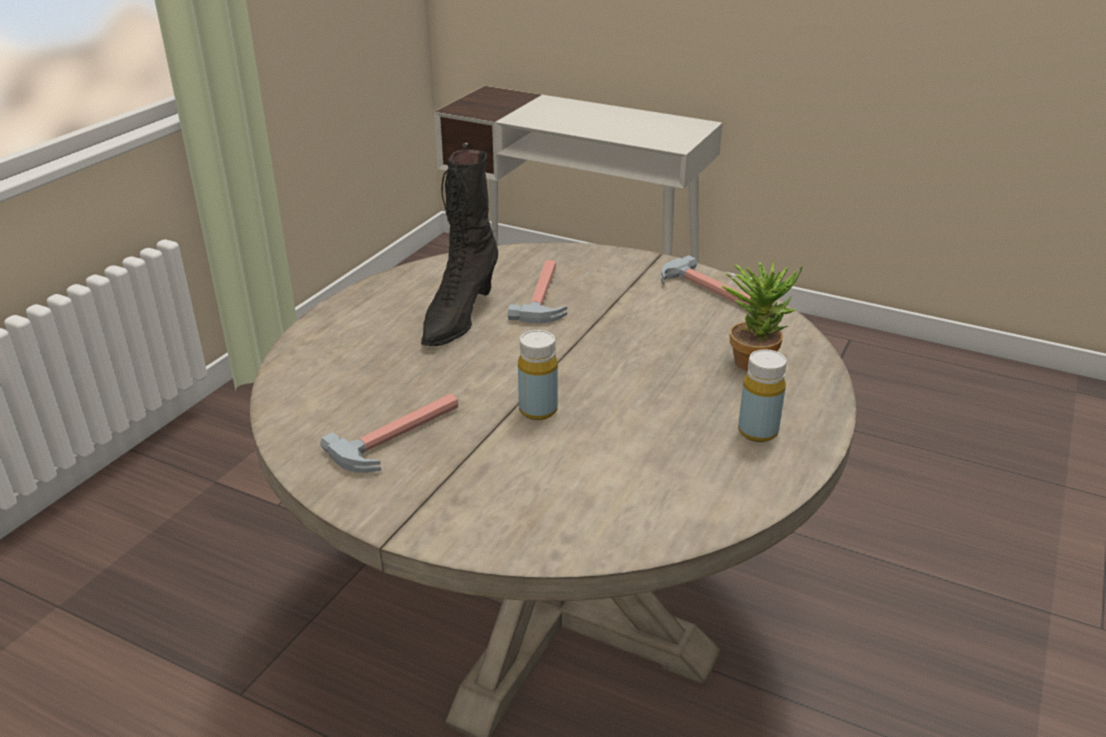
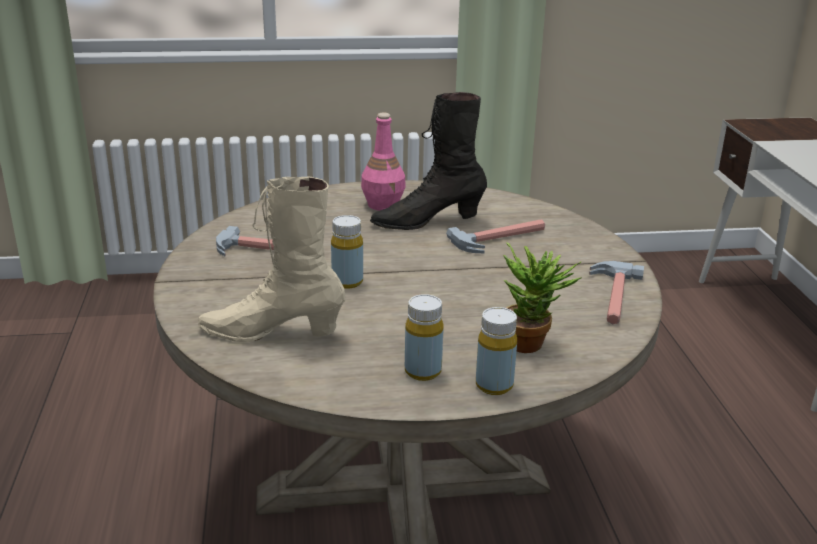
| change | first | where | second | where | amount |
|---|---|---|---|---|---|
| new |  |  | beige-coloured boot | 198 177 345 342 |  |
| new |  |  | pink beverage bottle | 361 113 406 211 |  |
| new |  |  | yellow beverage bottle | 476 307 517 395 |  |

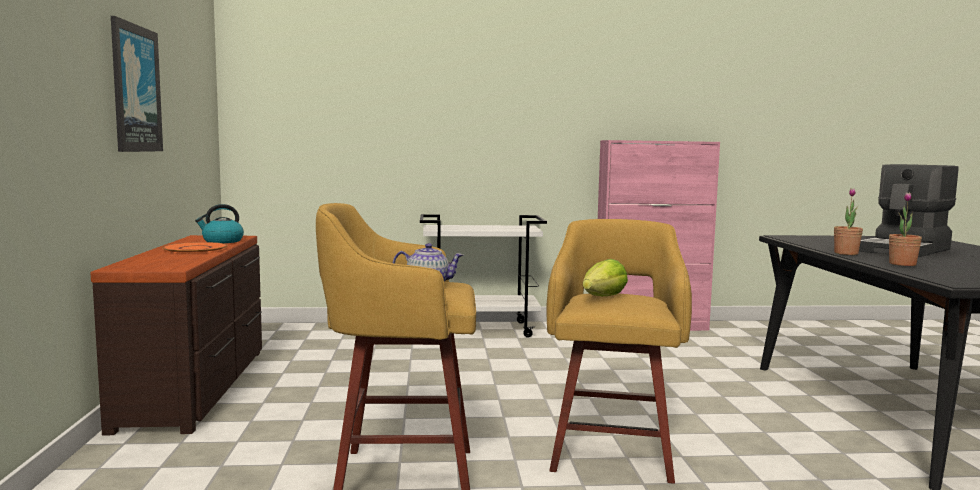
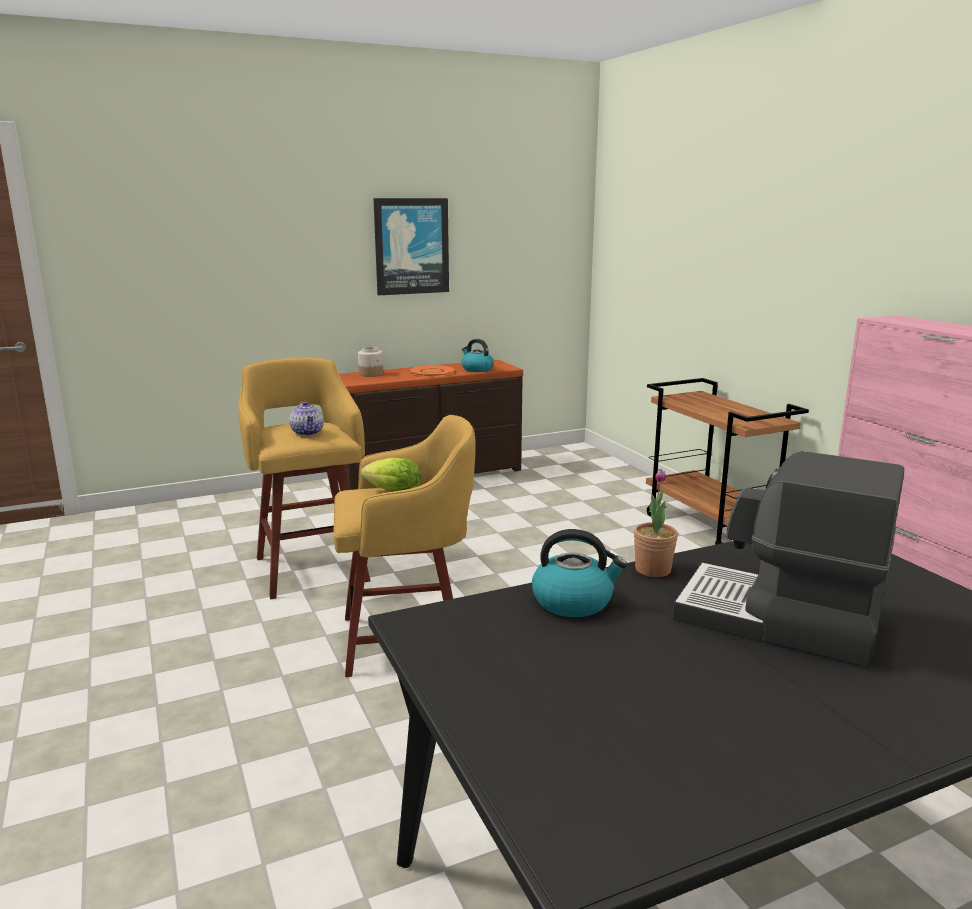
| change | first | where | second | where | amount |
|---|---|---|---|---|---|
| new |  |  | preserve jar | 358 347 383 377 |  |
| swapped | plant in a pot | 889 192 922 266 | tea kettle | 532 529 628 617 |  |
| repainted | white wheeled cart | 420 214 547 338 | brown-coloured wheeled cart | 646 378 809 545 |  |

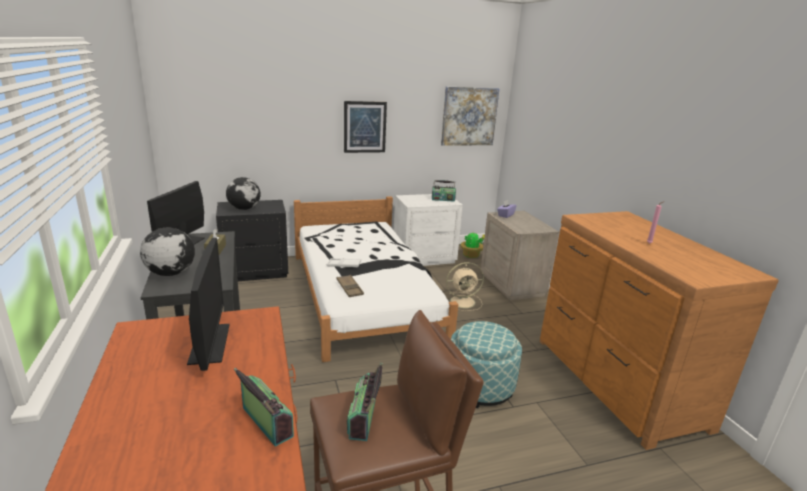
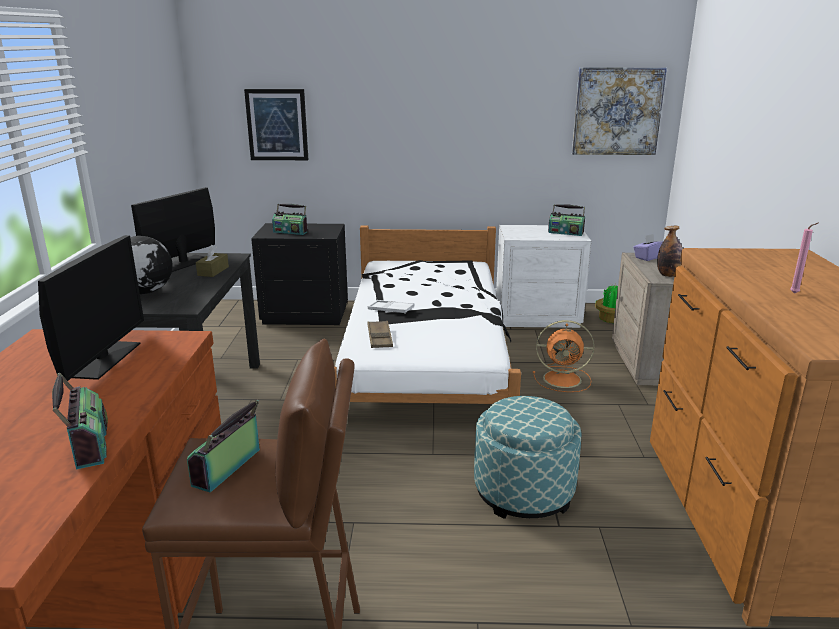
| change | first | where | second | where | amount |
|---|---|---|---|---|---|
| shifted | wall picture | 344 101 387 153 |  | 244 89 308 160 |  |
| swapped | world globe | 226 177 261 210 | radio set | 272 204 307 235 |  |
| repainted | beige-coloured electric fan | 446 262 484 311 | orange electric fan | 533 320 594 392 |  |
| new |  |  | beverage bottle | 657 226 683 277 |  |

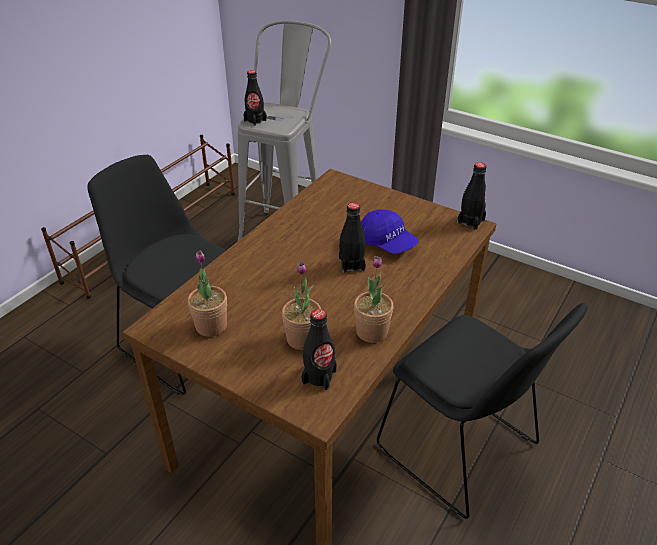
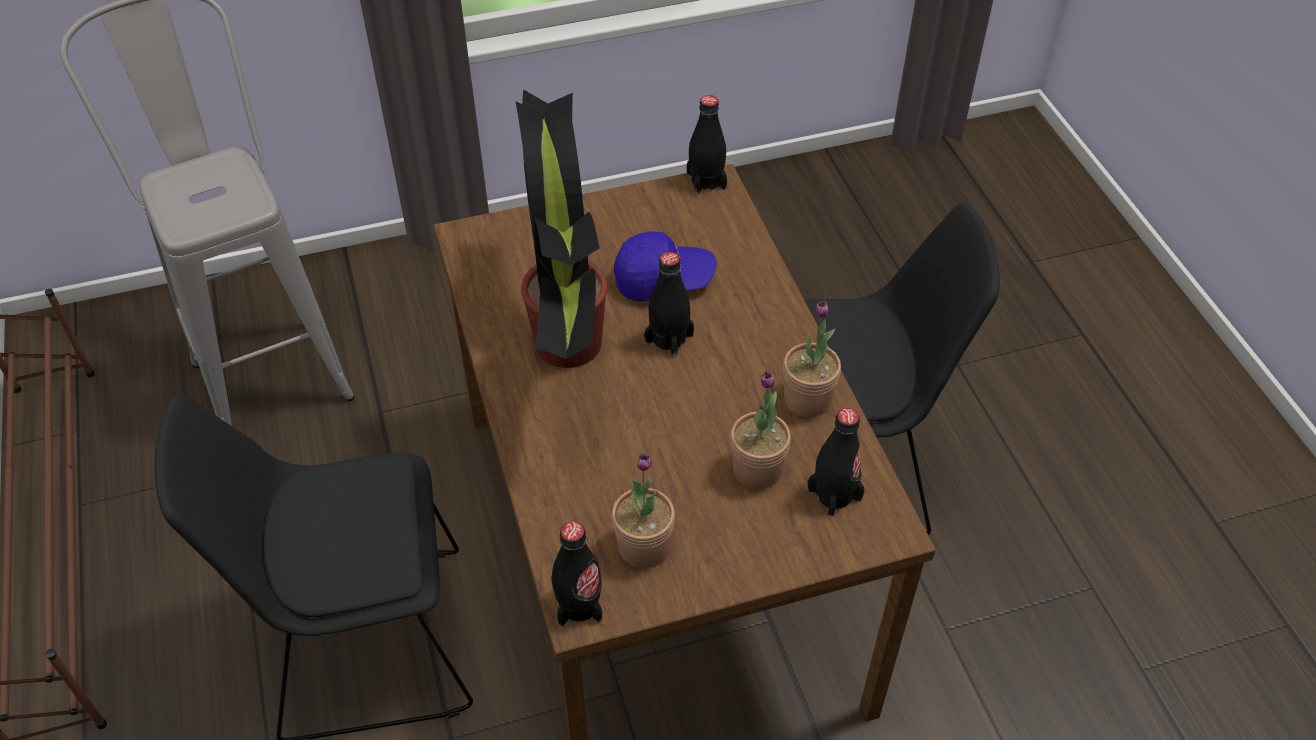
| change | first | where | second | where | amount |
|---|---|---|---|---|---|
| new |  |  | plant in a pot | 515 89 607 368 |  |
| shifted | black beverage bottle | 243 70 267 126 |  | 552 522 602 626 |  |

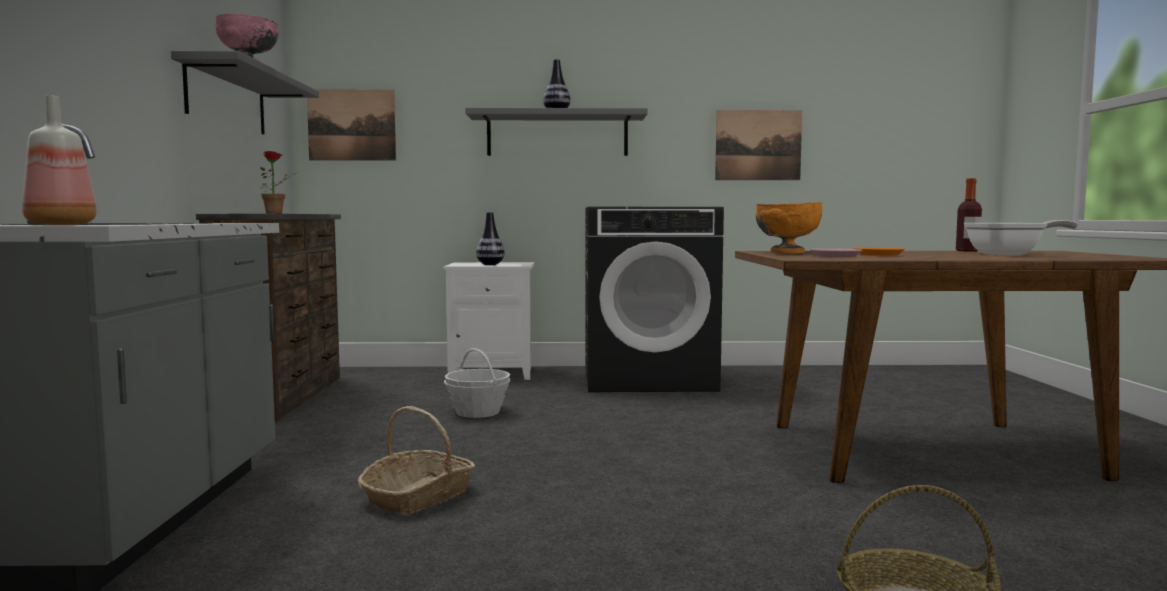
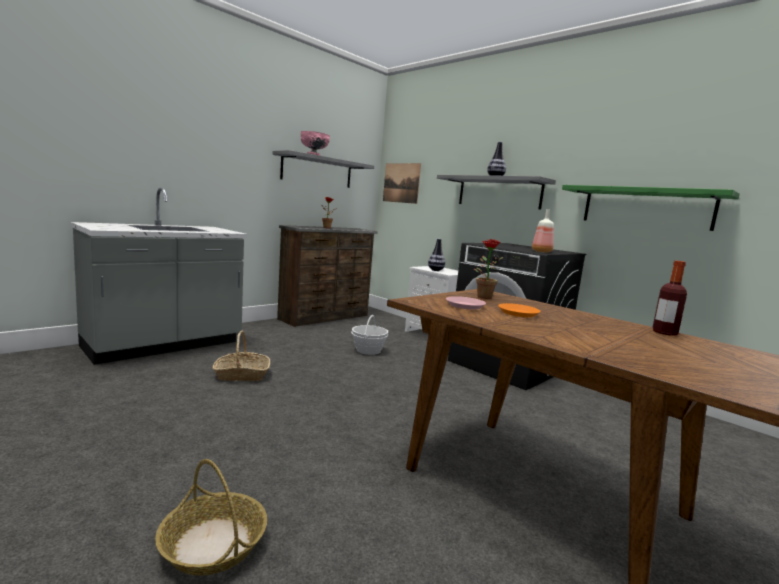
| change | first | where | second | where | amount |
|---|---|---|---|---|---|
| swapped | orange deep dish | 756 202 822 253 | plant in a pot | 474 239 503 299 |  |
| shifted | beverage bottle | 22 95 97 225 |  | 532 209 554 253 |  |
| swapped | wall picture | 715 110 802 180 | green wall shelf | 562 185 740 231 |  |
| gone | skillet | 964 220 1078 255 |  |  |  |

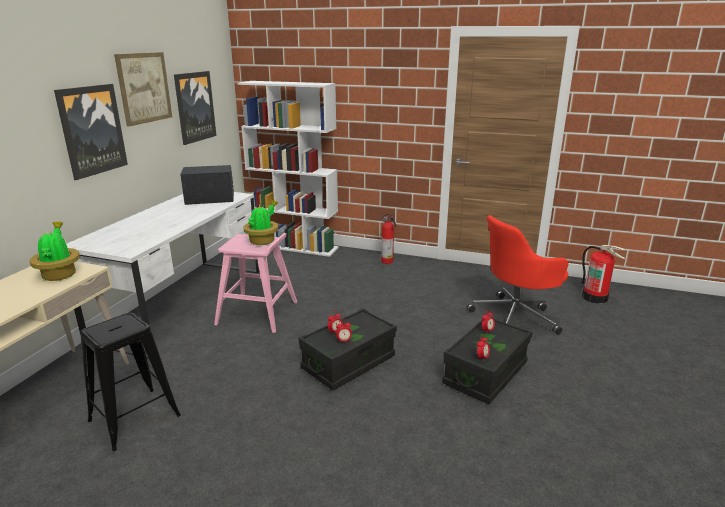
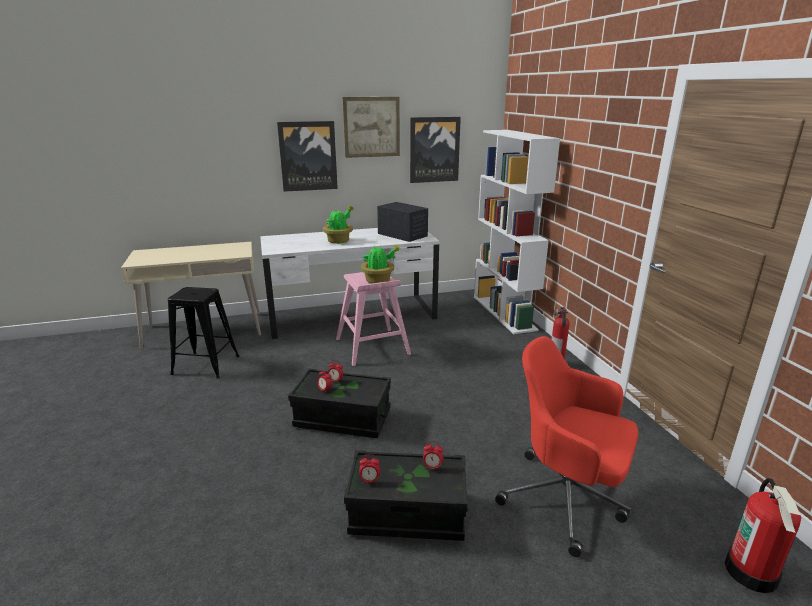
| change | first | where | second | where | amount |
|---|---|---|---|---|---|
| shifted | plant in a pot | 29 222 80 281 |  | 323 205 354 244 |  |

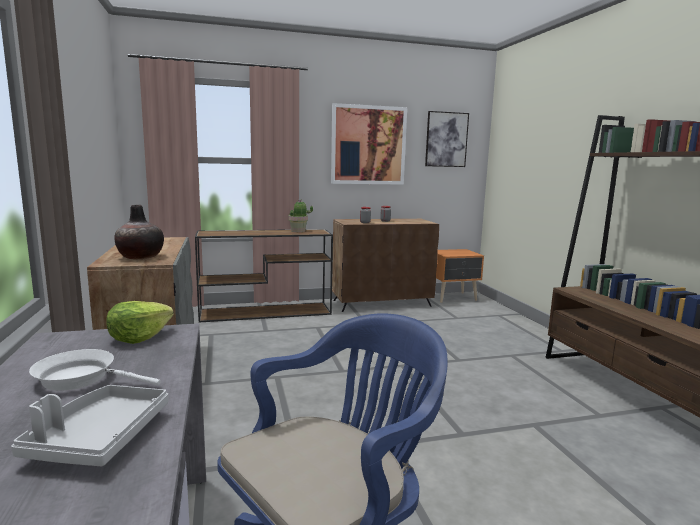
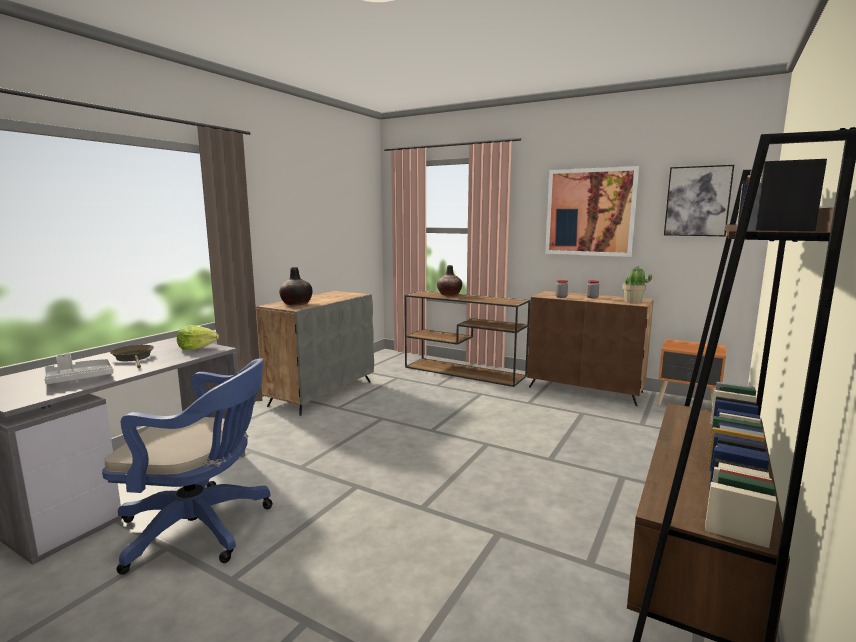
| change | first | where | second | where | amount |
|---|---|---|---|---|---|
| repainted | white skillet | 29 349 161 391 | brown-coloured skillet | 110 345 154 368 |  |
| new |  |  | flower vase | 437 265 462 296 |  |
| shifted | plant in a pot | 289 199 313 232 |  | 623 267 652 303 |  |

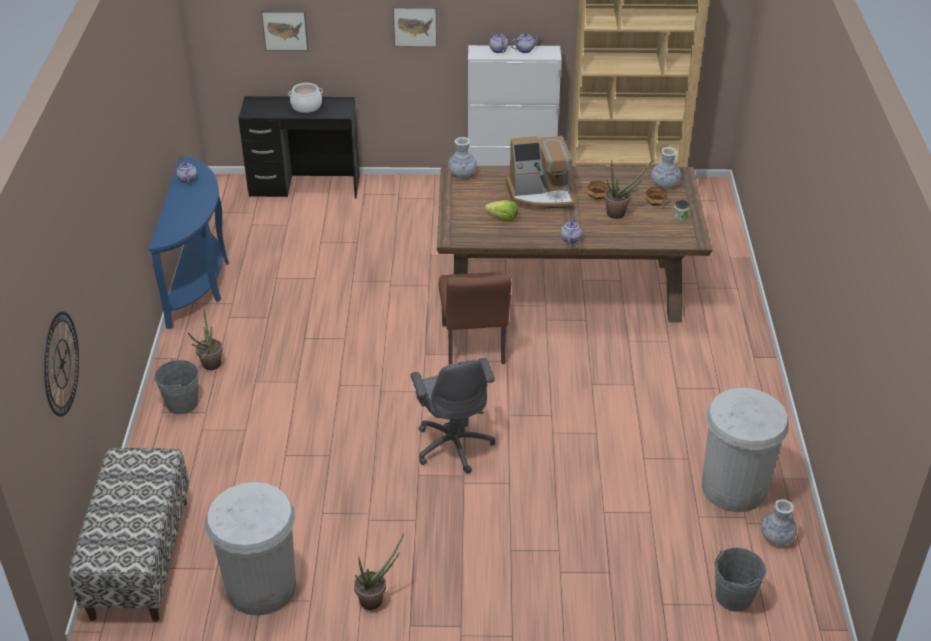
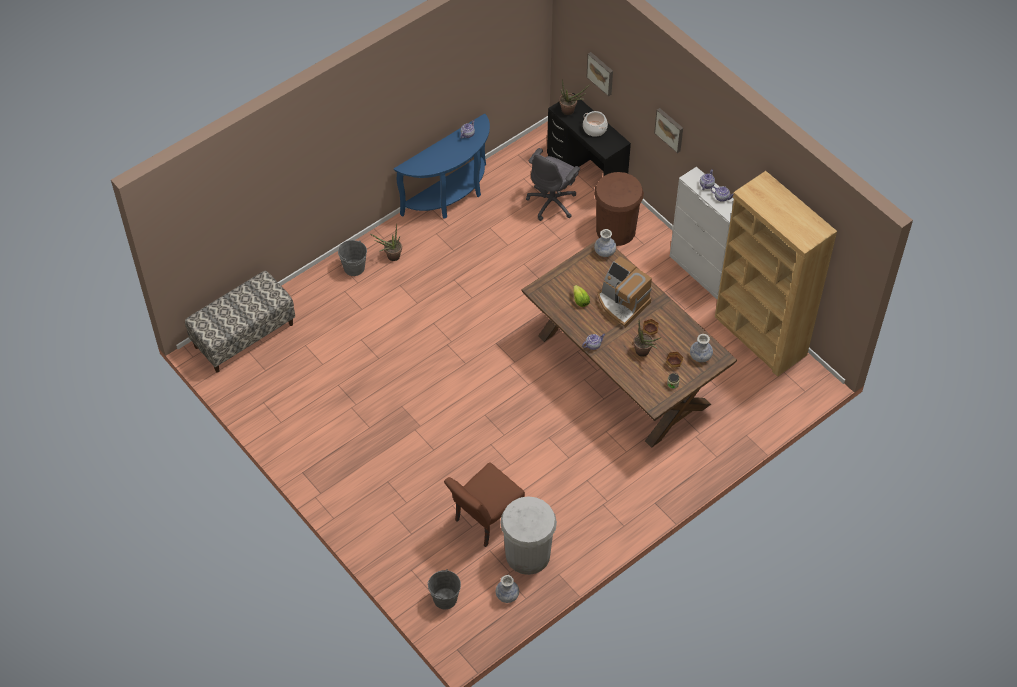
| change | first | where | second | where | amount |
|---|---|---|---|---|---|
| shifted | brown-coloured chair | 439 272 511 365 |  | 444 462 525 547 |  |
| shifted | greyish office chair | 411 358 495 474 |  | 526 148 580 221 |  |
| shifted | plant in a pot | 354 533 404 610 |  | 559 79 590 115 |  |
| new |  |  | brown-coloured trash can | 594 172 644 246 |  |
| gone | wall clock | 44 312 79 417 |  |  |  |
| gone | white trash can | 206 482 296 616 |  |  |  |

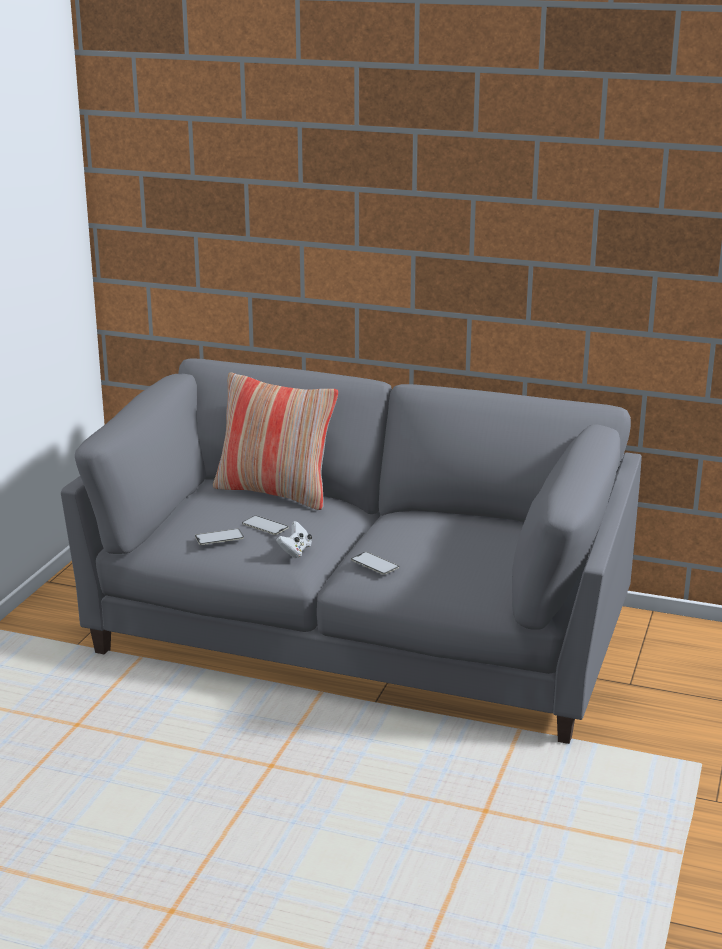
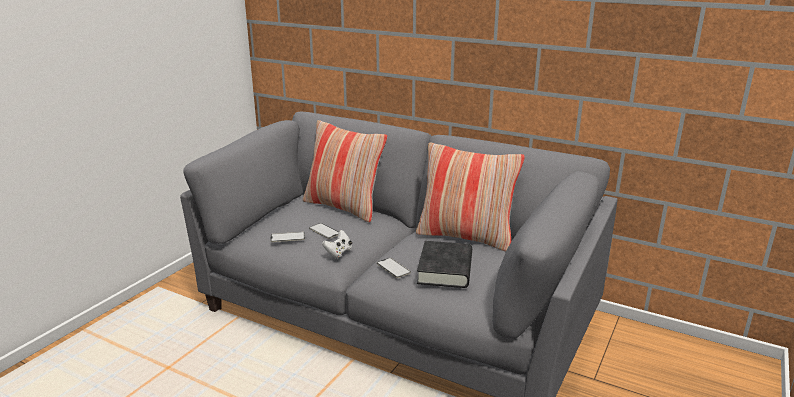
| change | first | where | second | where | amount |
|---|---|---|---|---|---|
| new |  |  | throw pillow | 416 143 525 252 |  |
| new |  |  | black bound book | 417 241 472 288 |  |

